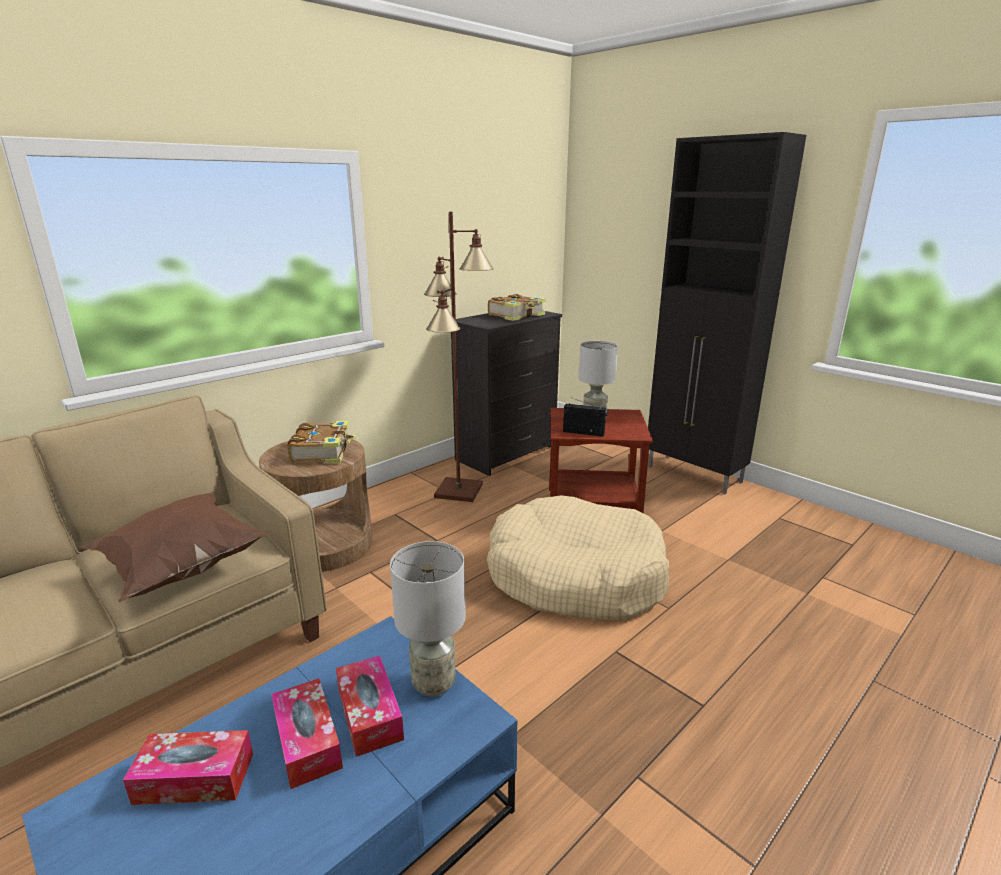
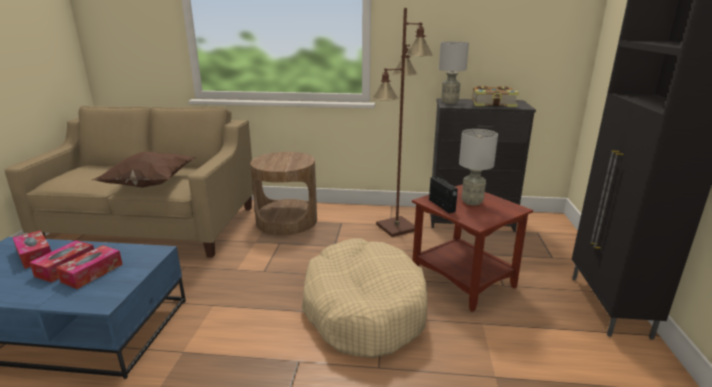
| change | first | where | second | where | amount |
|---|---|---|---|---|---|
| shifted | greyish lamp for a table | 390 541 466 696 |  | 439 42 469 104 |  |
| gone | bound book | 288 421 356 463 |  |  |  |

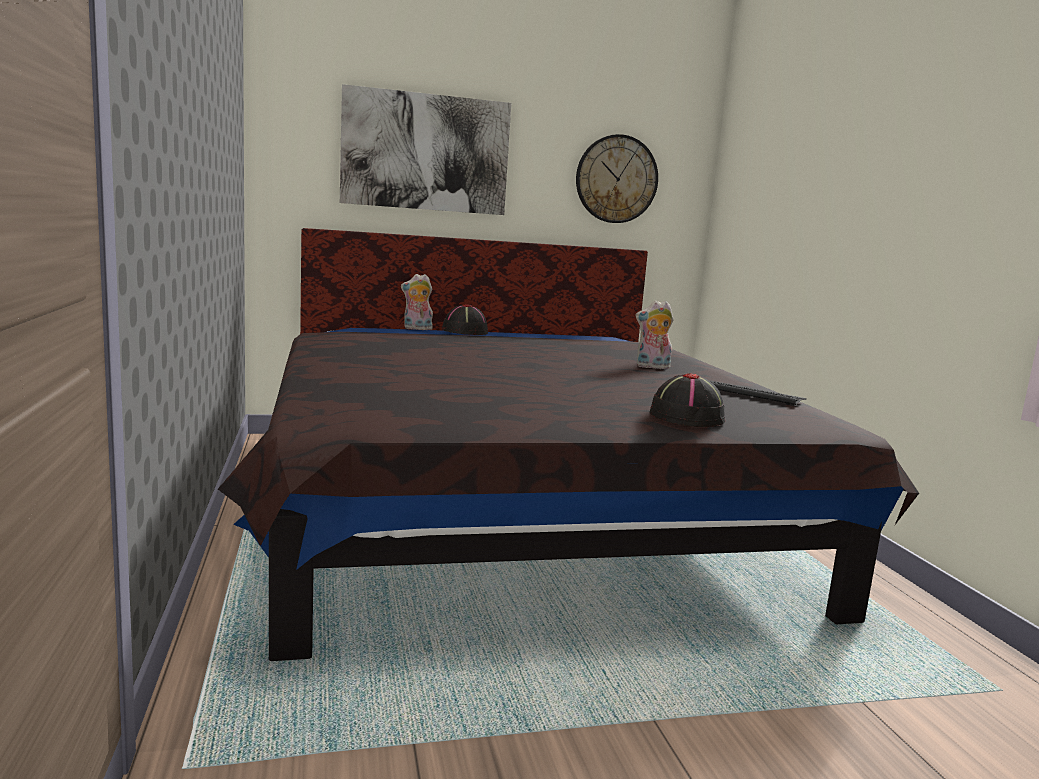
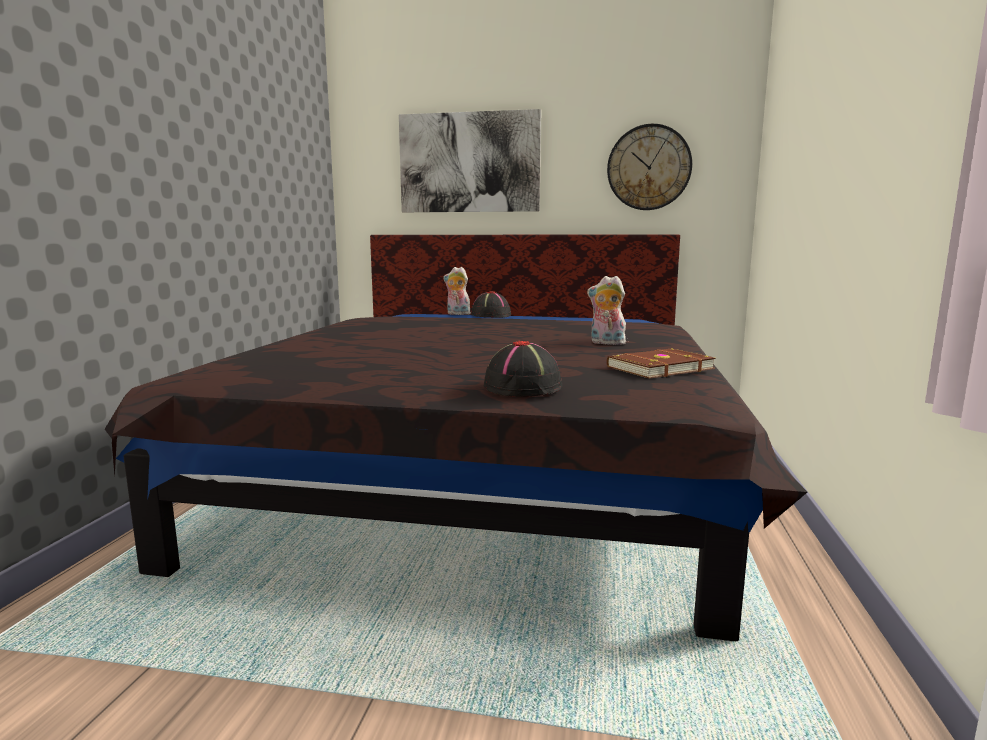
| change | first | where | second | where | amount |
|---|---|---|---|---|---|
| swapped | PC keyboard | 709 380 807 405 | brown-coloured bound book | 607 348 716 379 |  |

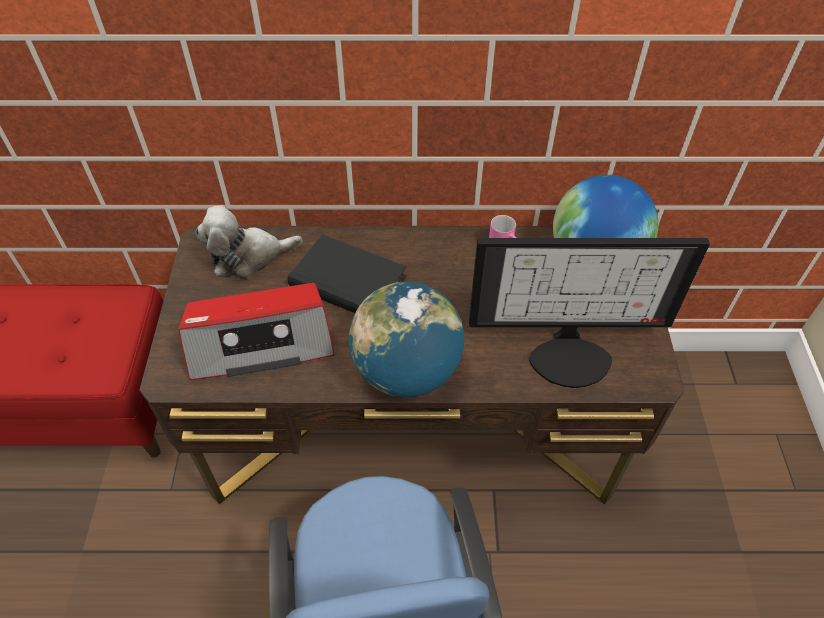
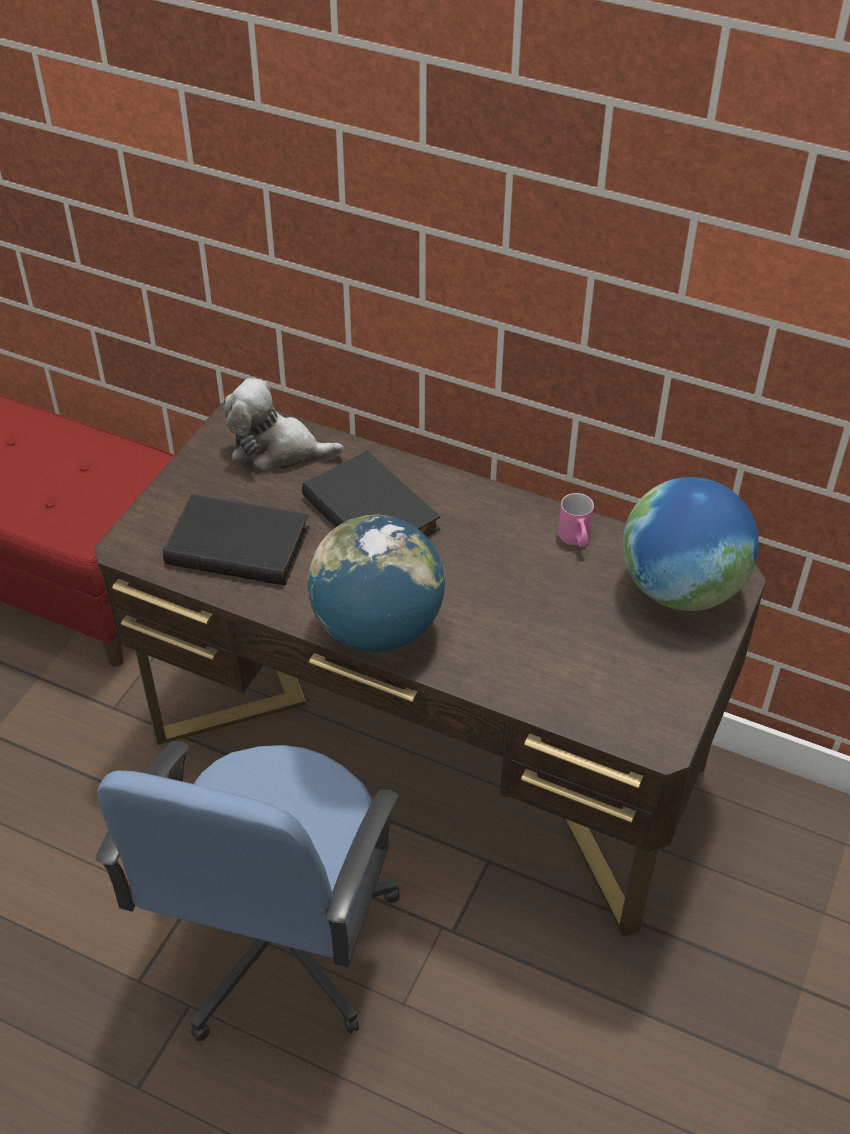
| change | first | where | second | where | amount |
|---|---|---|---|---|---|
| swapped | radio set | 179 283 335 380 | black bound book | 163 494 309 585 |  |
| gone | computer screen | 469 238 710 388 |  |  |  |

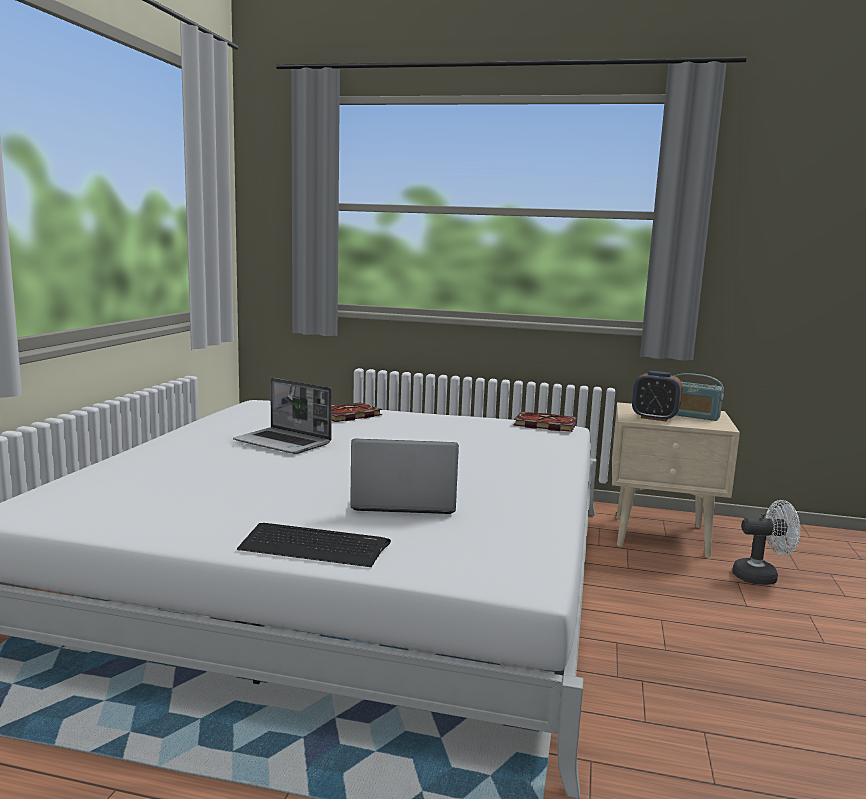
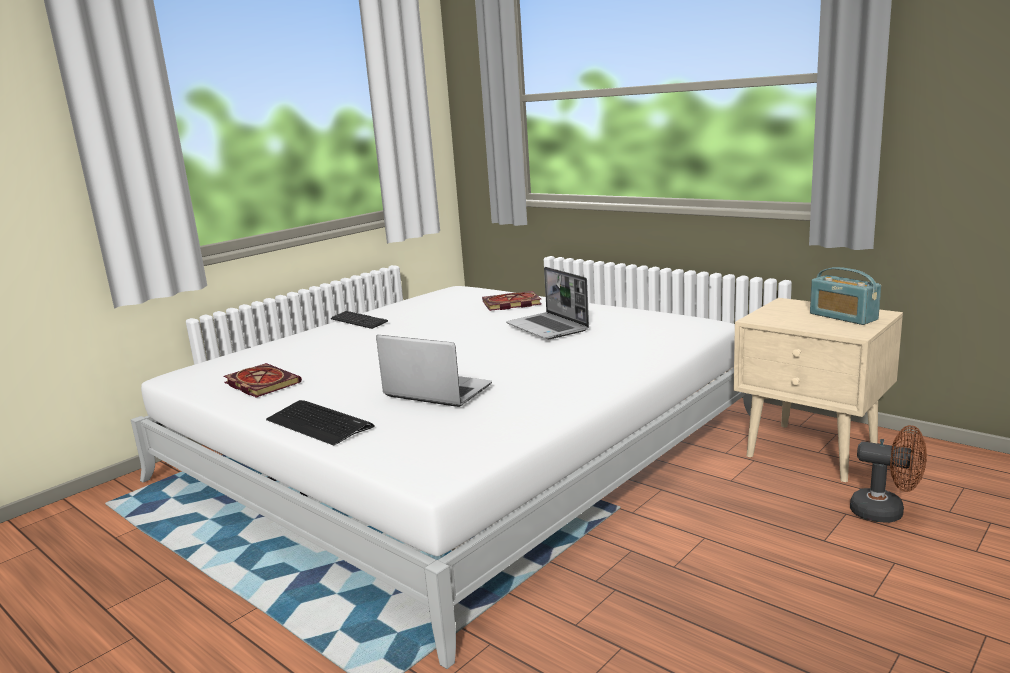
| change | first | where | second | where | amount |
|---|---|---|---|---|---|
| shifted | bound book | 514 411 577 432 |  | 223 363 302 398 |  |
| new |  |  | PC keyboard | 331 311 388 329 |  |
| shifted | notebook computer | 233 378 332 454 |  | 506 267 589 339 |  |
| repainted | white electric fan | 732 500 801 585 | brown-coloured electric fan | 850 425 927 523 |  |
| gone | alarm clock | 632 371 682 421 |  |  |  |

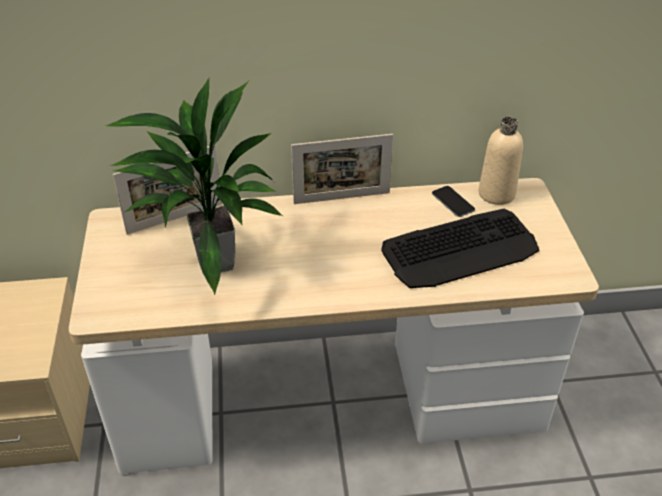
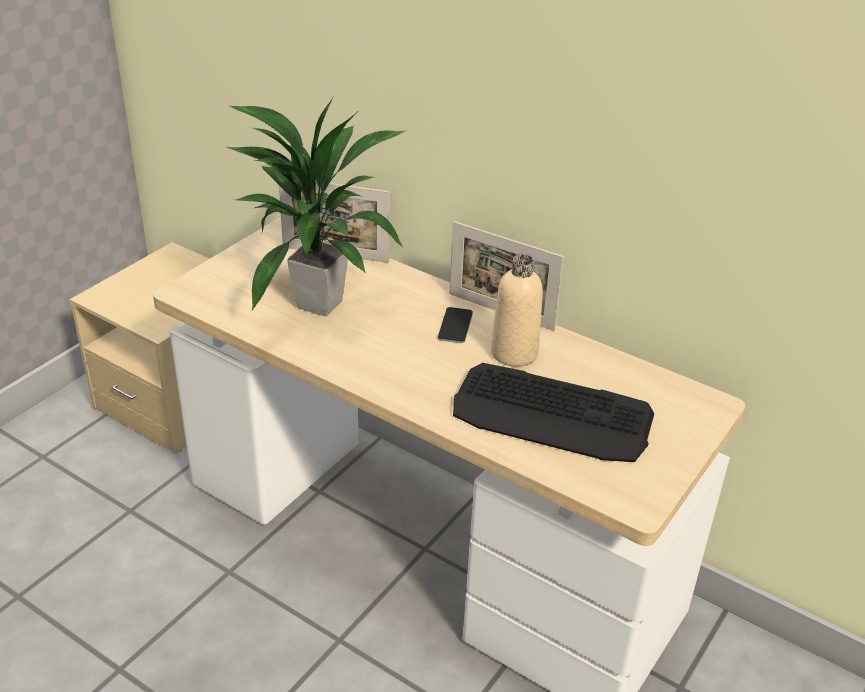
| change | first | where | second | where | amount |
|---|---|---|---|---|---|
| shifted | handset | 432 186 475 217 |  | 438 307 473 343 |  |
| shifted | beige-coloured beverage bottle | 479 117 523 205 |  | 491 254 543 367 |  |

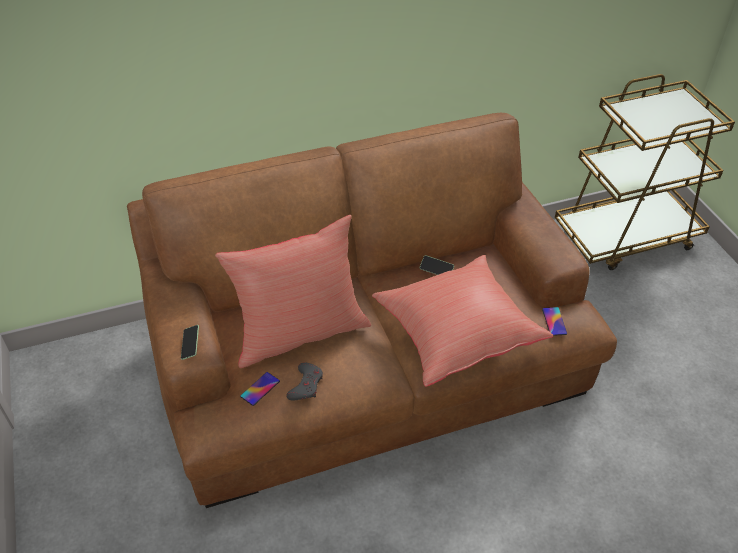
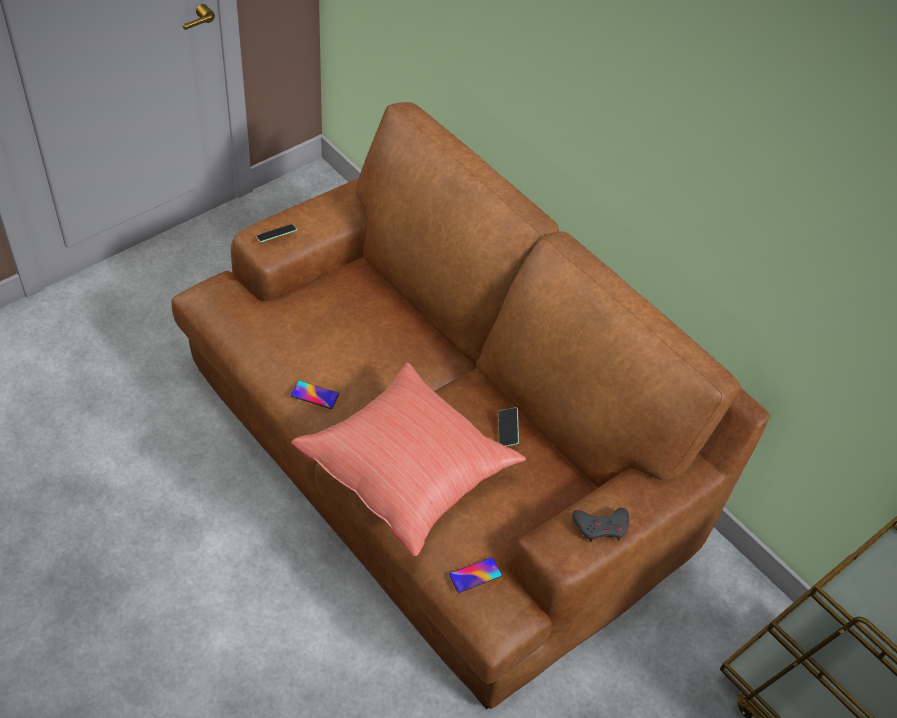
| change | first | where | second | where | amount |
|---|---|---|---|---|---|
| shifted | handset | 240 372 280 406 |  | 291 381 339 409 |  |
| shifted | greyish gamepad | 286 362 323 401 |  | 572 508 629 542 |  |
| gone | red-coloured throw pillow | 215 215 371 368 |  |  |  |

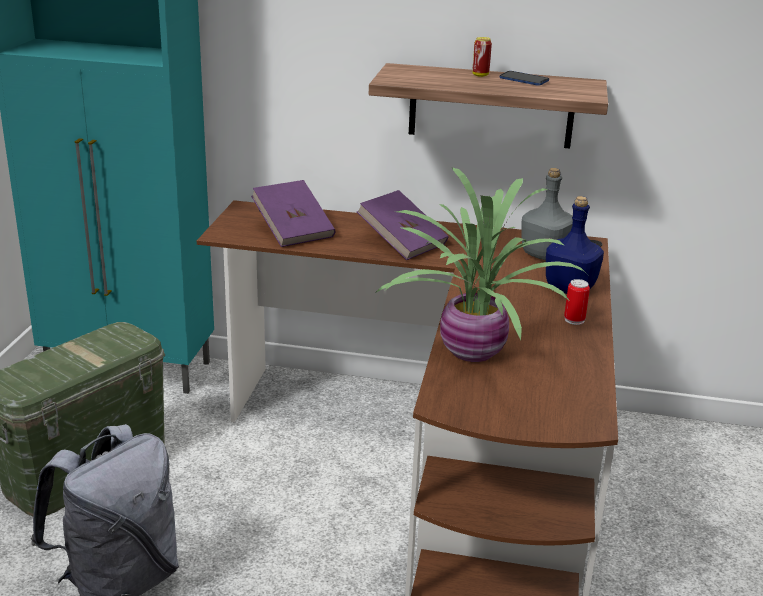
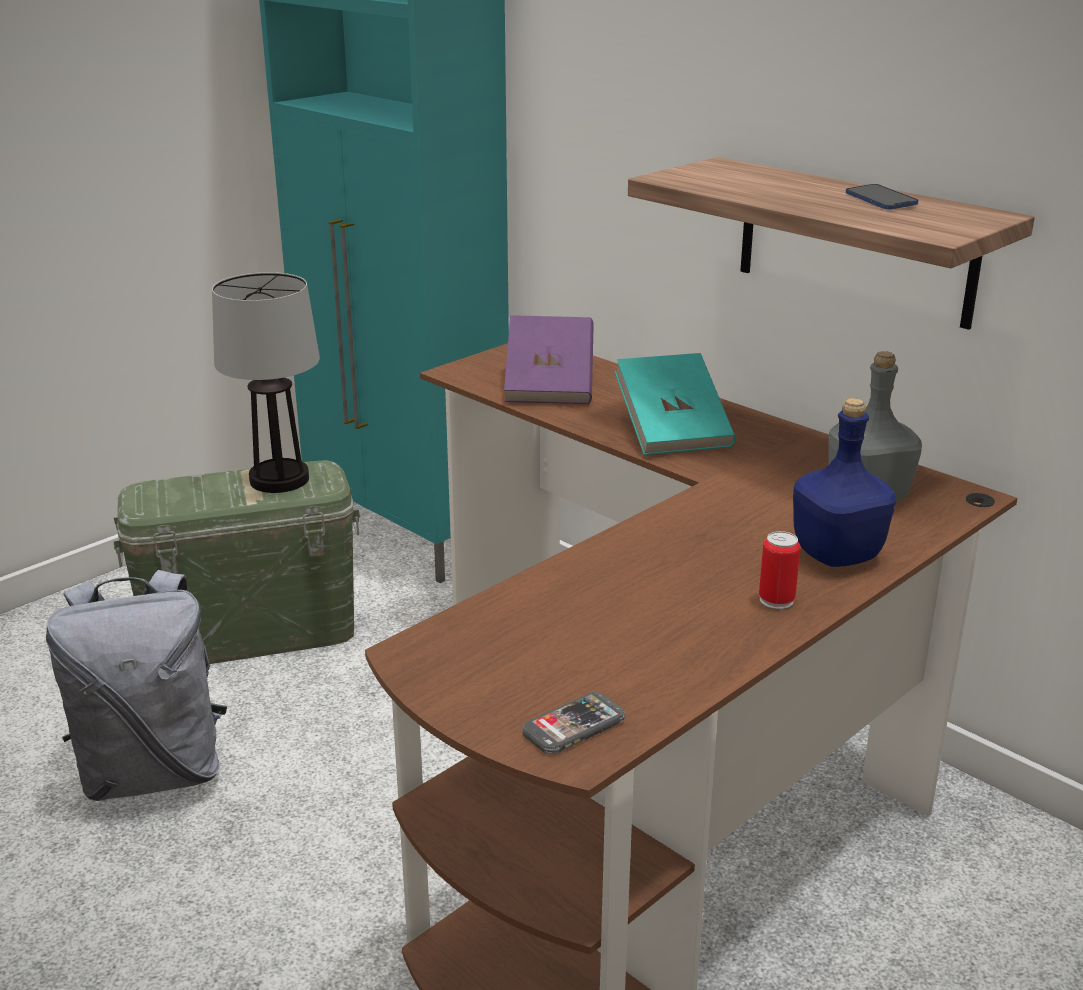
| change | first | where | second | where | amount |
|---|---|---|---|---|---|
| new |  |  | lamp for a table | 212 272 320 493 |  |
| new |  |  | handset | 522 692 625 754 |  |
| repainted | purplish bound book | 357 190 449 260 | turquoise bound book | 615 353 736 455 |  |
| gone | plant in a pot | 375 167 587 362 |  |  |  |
| gone | can | 472 37 492 77 |  |  |  |

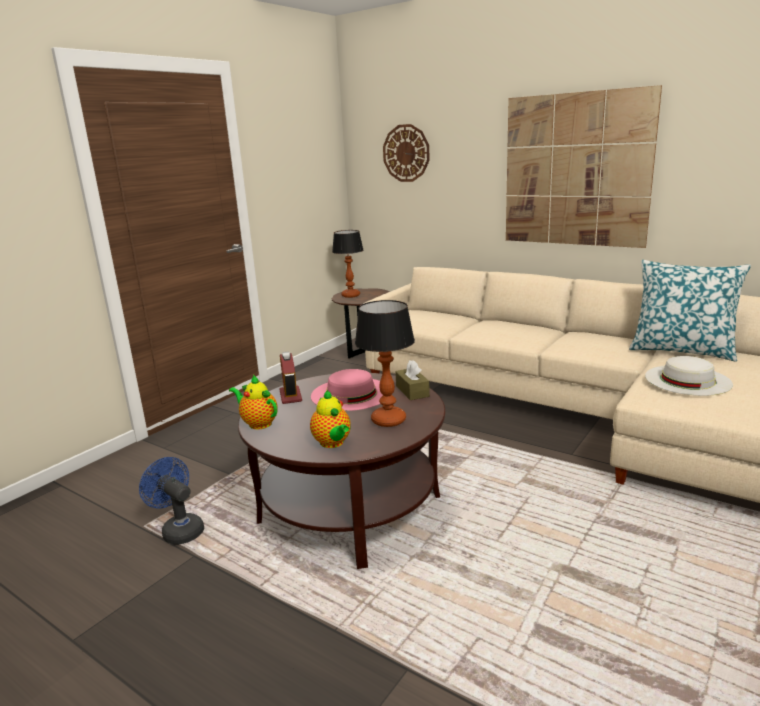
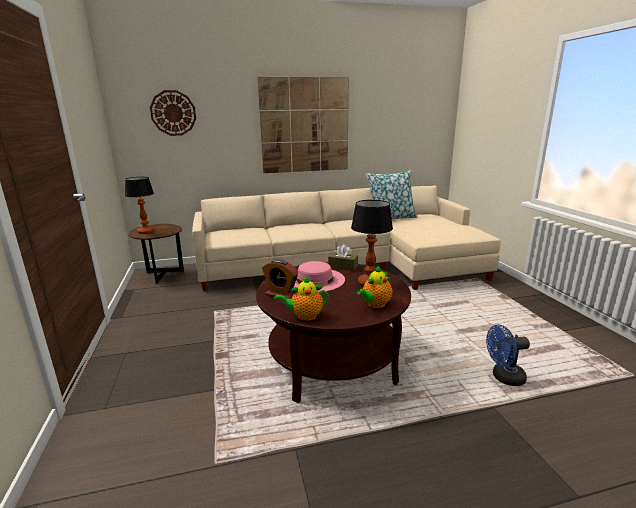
| change | first | where | second | where | amount |
|---|---|---|---|---|---|
| rotated | tea pot | 310 390 351 448 |  | 357 265 392 308 | 120 degrees clockwise |
| shifted | blue-coloured electric fan | 139 457 204 545 |  | 486 324 530 386 |  |
| gone | white clothing hat | 645 356 733 396 |  |  |  |

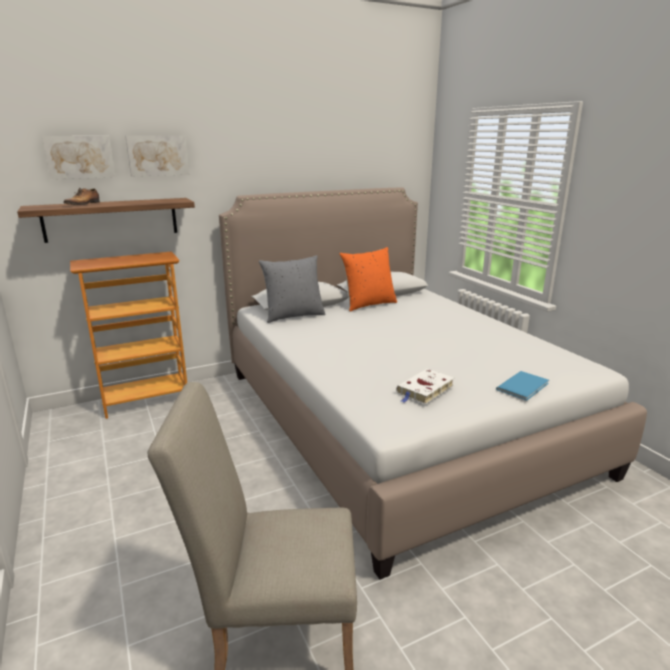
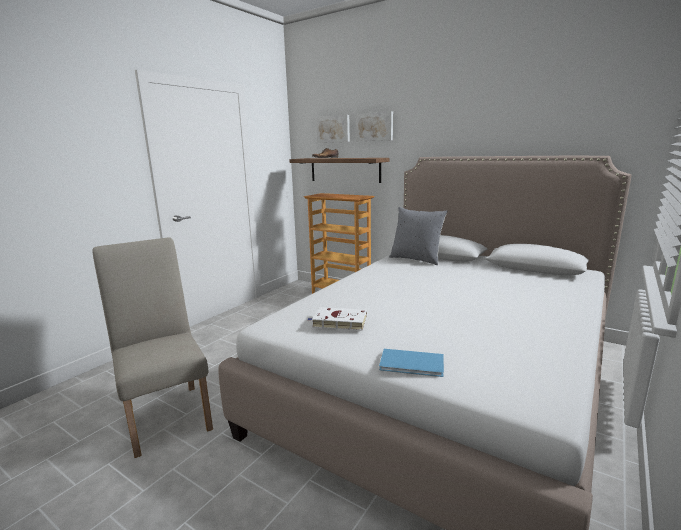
| change | first | where | second | where | amount |
|---|---|---|---|---|---|
| gone | orange throw pillow | 340 247 397 312 |  |  |  |

